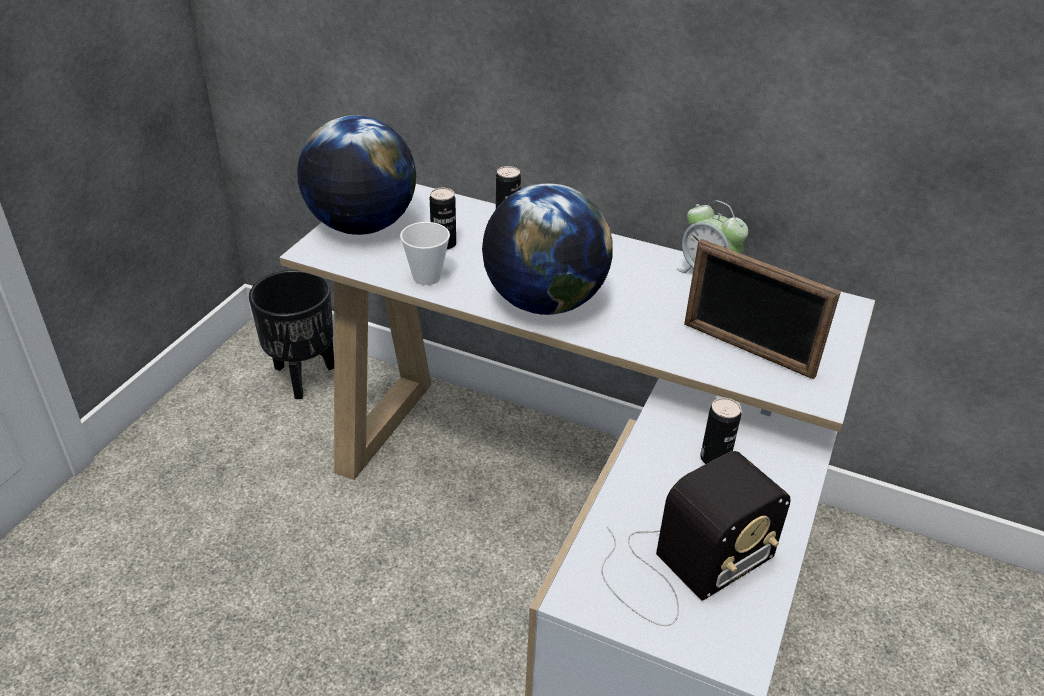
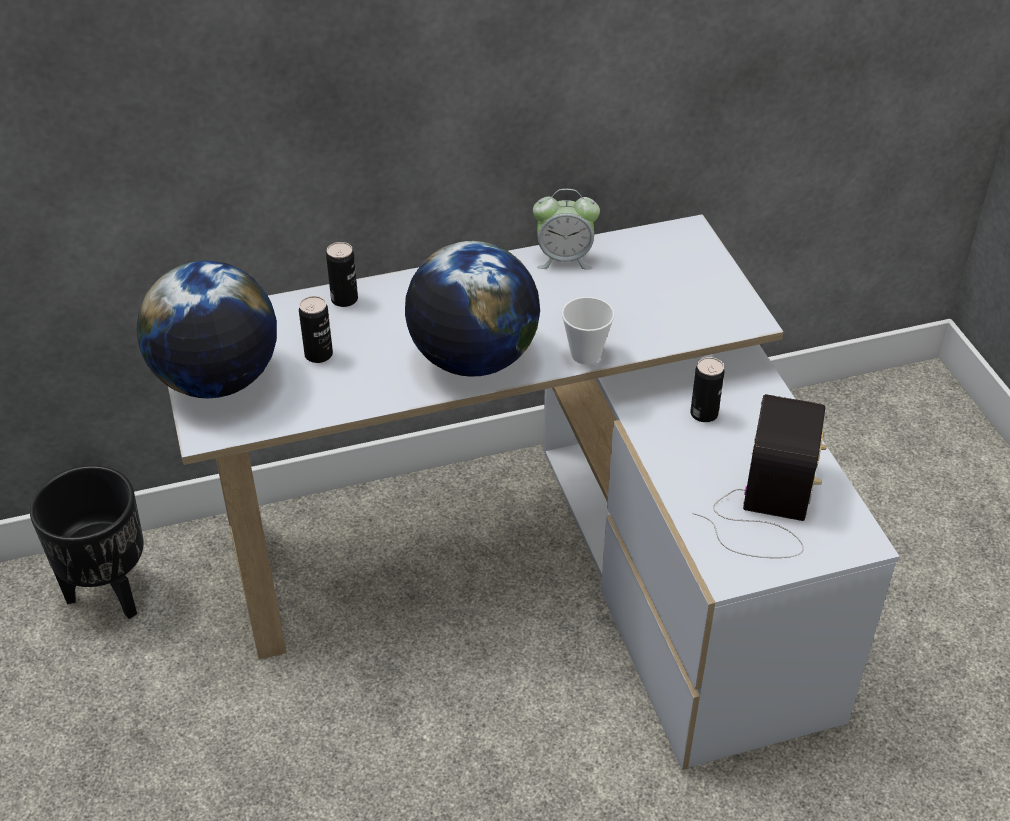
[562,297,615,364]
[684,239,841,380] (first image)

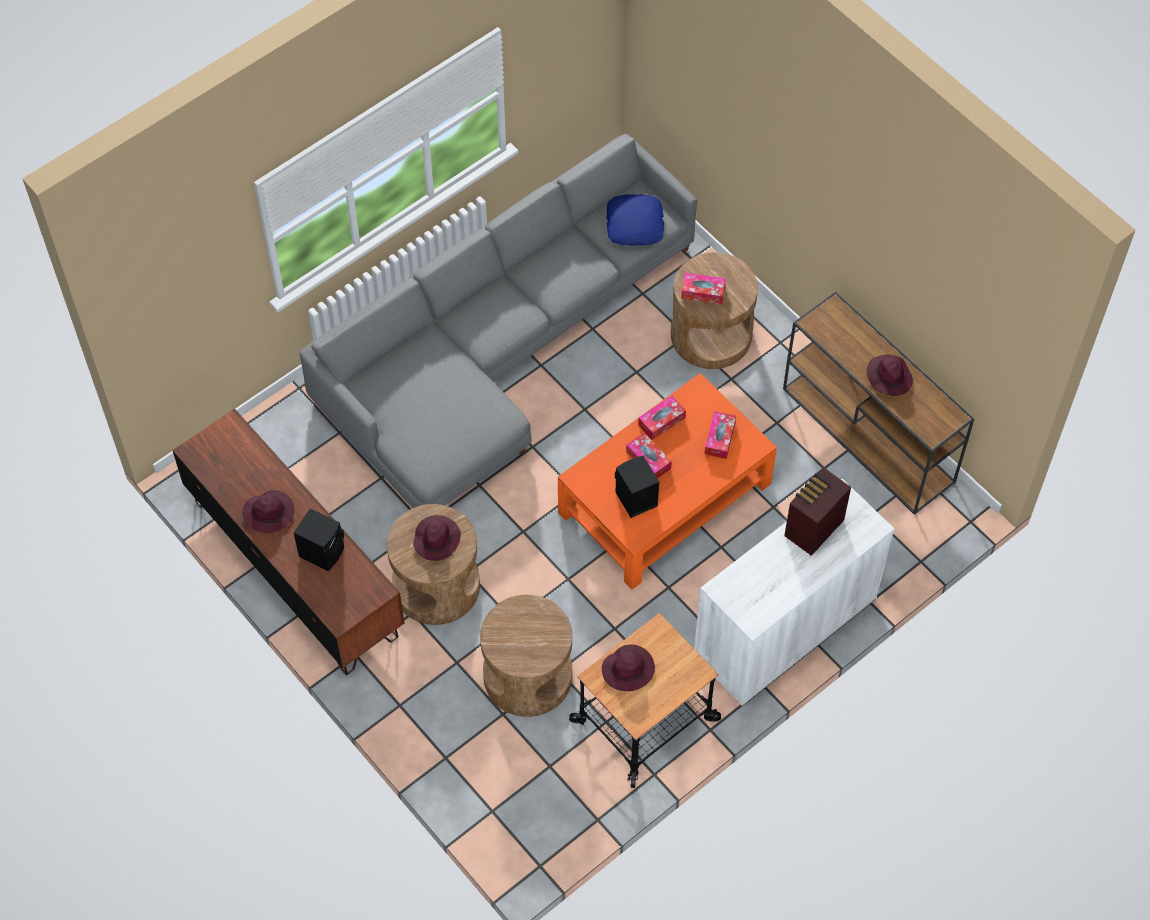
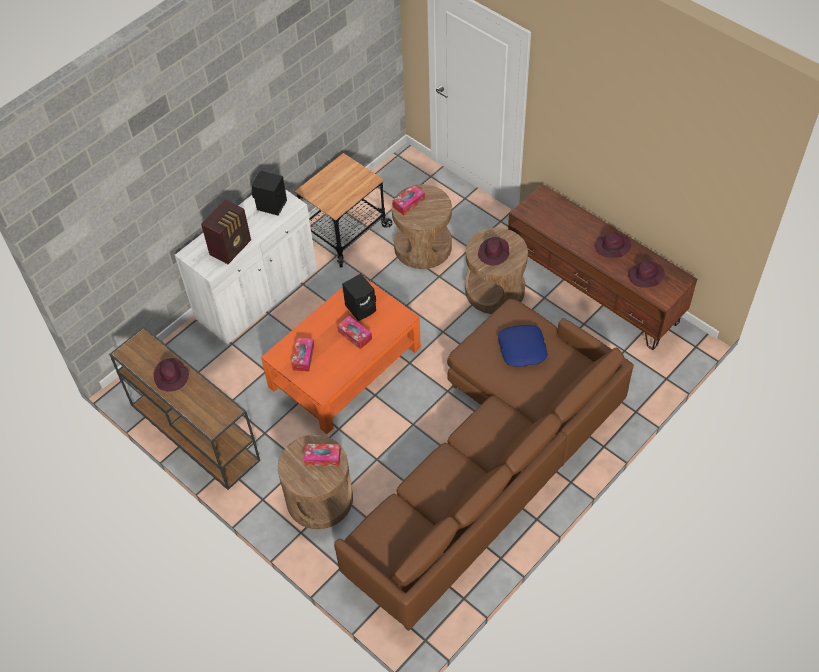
[252,171,287,216]
[334,299,634,631]
[628,261,665,288]
[498,324,548,367]
[393,185,425,215]

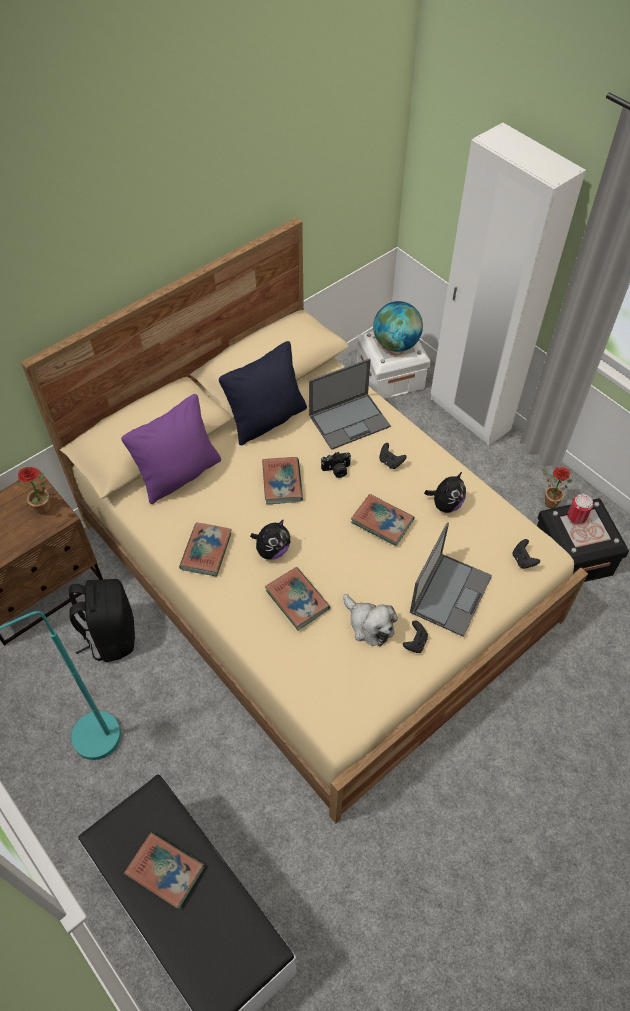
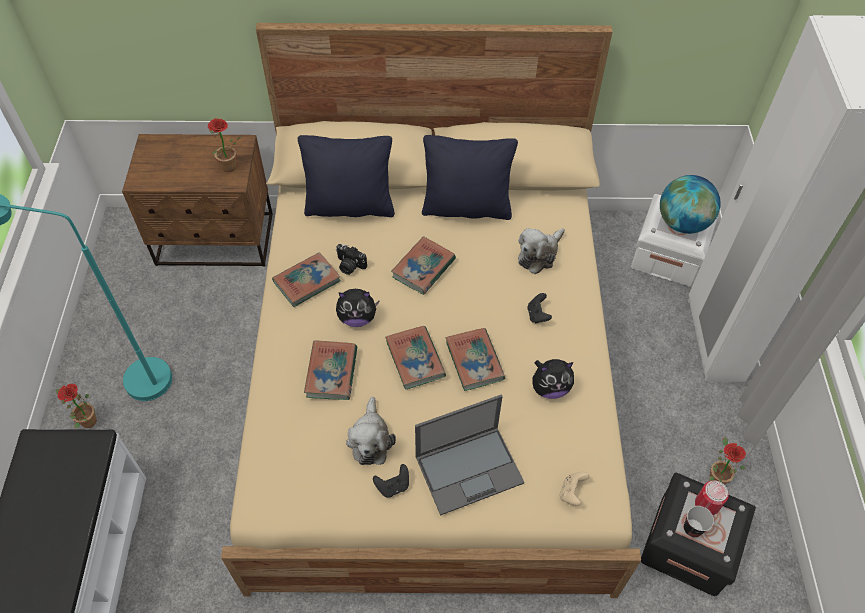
[69,579,135,662] (first image)
[298,135,395,217]
[385,326,446,390]
[518,228,565,274]
[336,244,367,275]
[560,472,589,506]
[56,384,97,428]
[684,506,714,537]

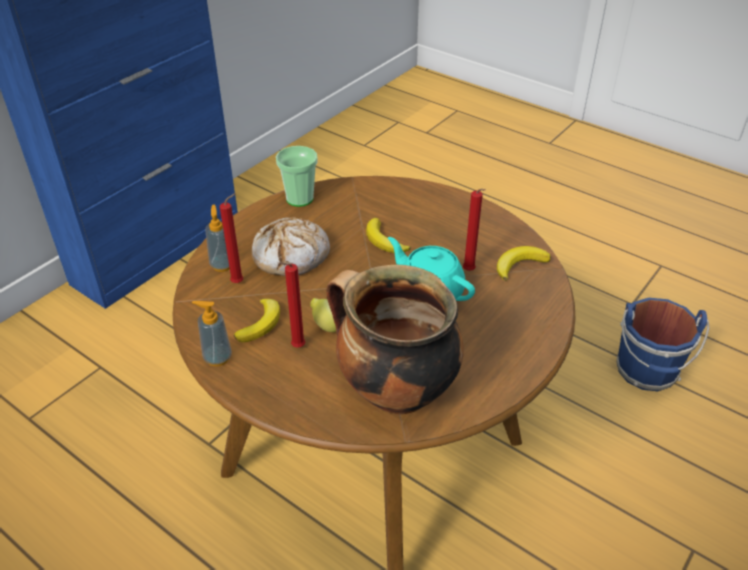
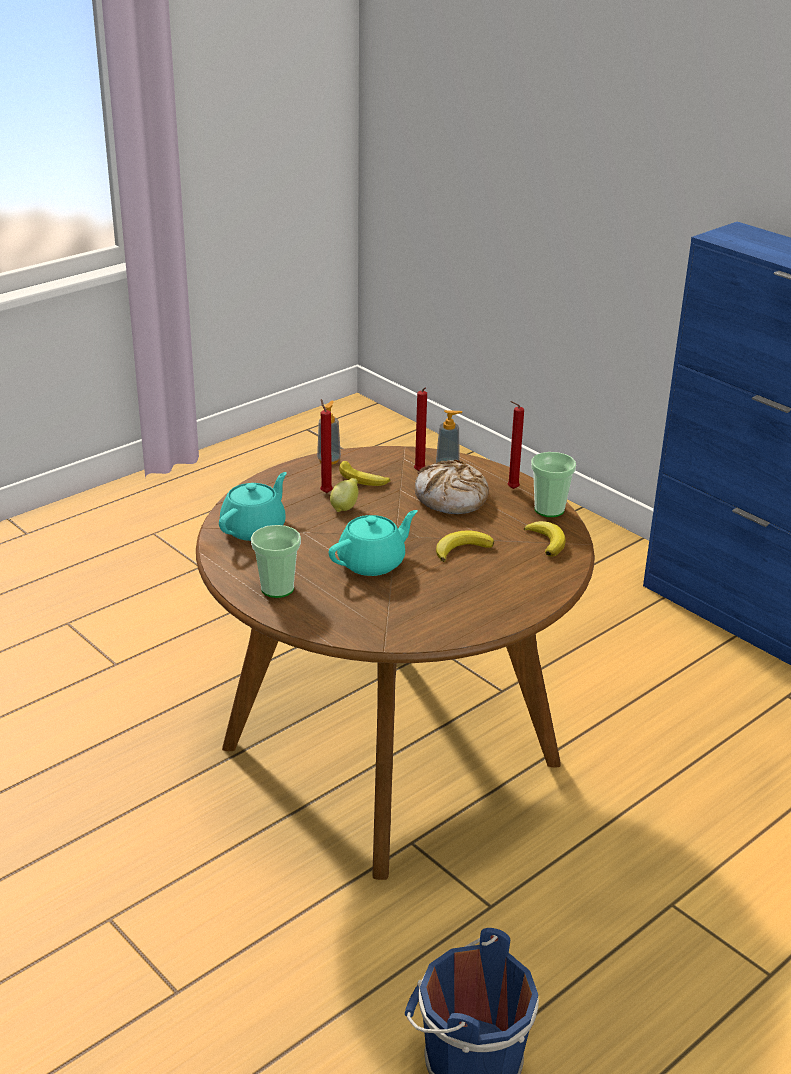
[219,472,287,541]
[507,401,524,489]
[524,521,566,556]
[251,525,301,598]

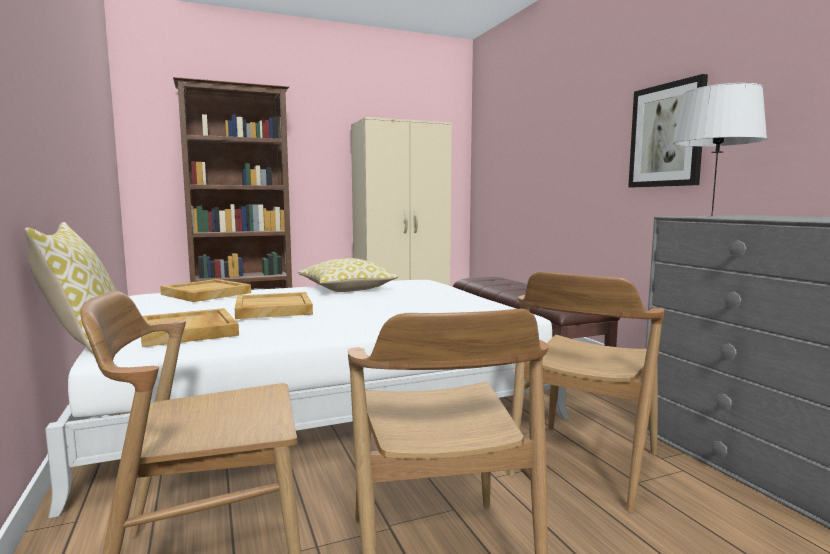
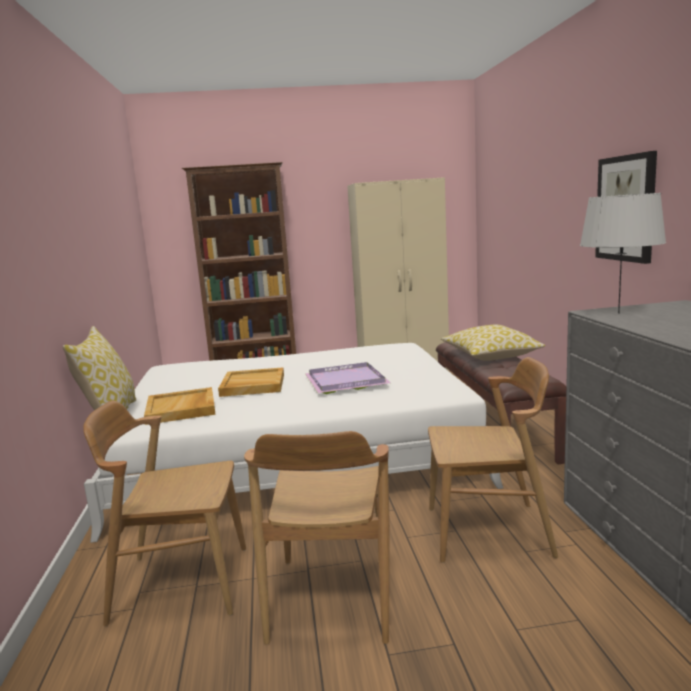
[160,279,251,302] (first image)
[441,325,545,361]
[428,357,558,563]
[305,362,391,394]

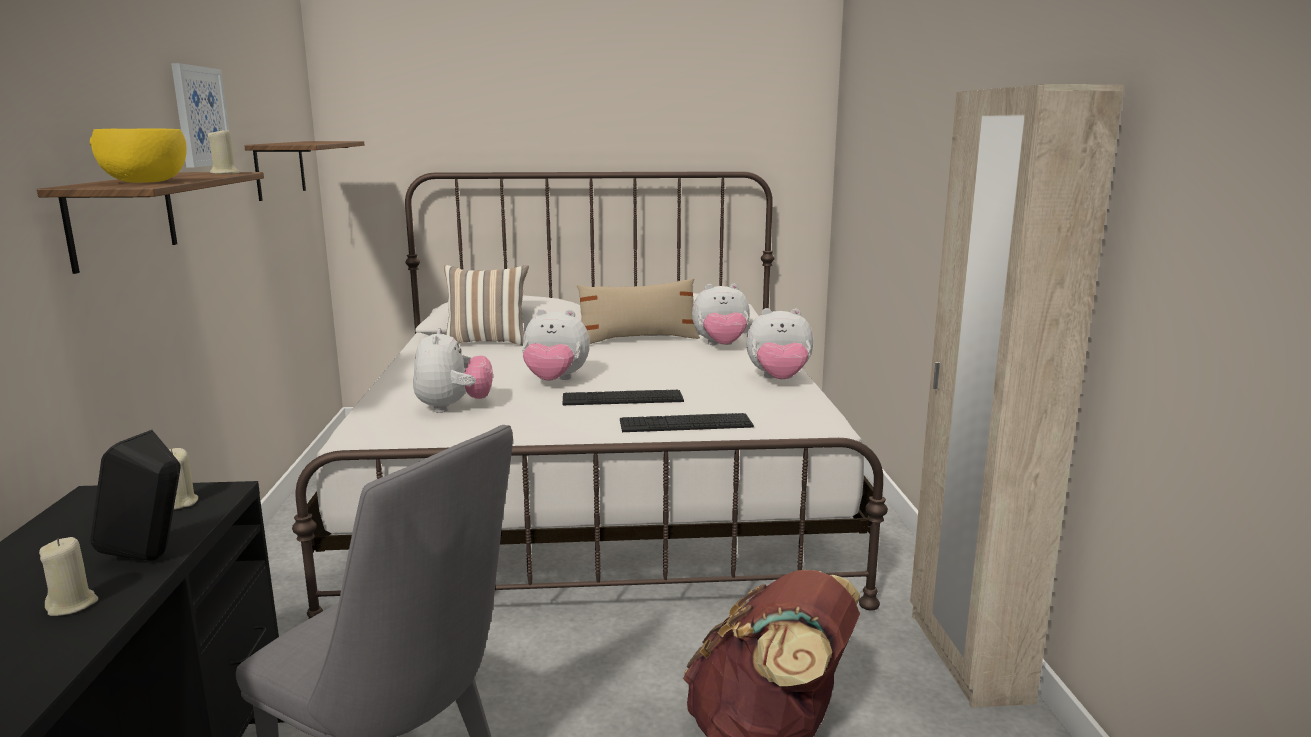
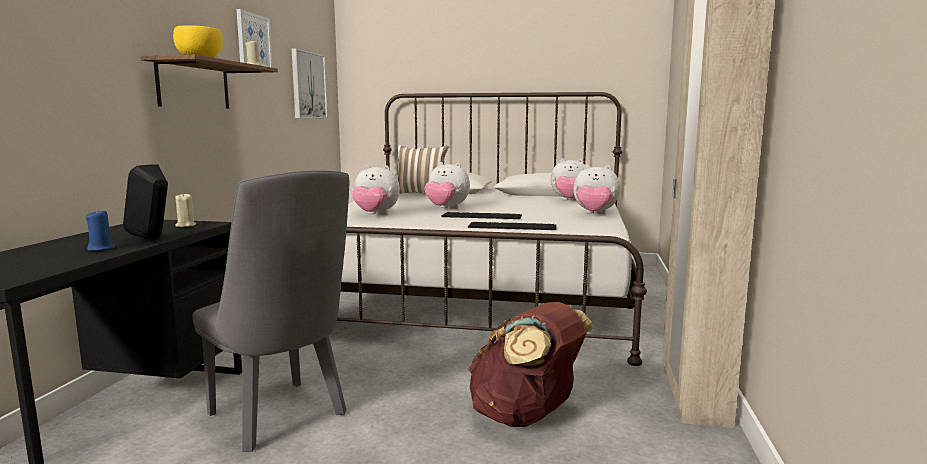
[86,209,115,251]
[292,48,328,118]
[352,165,400,215]
[577,278,700,344] (first image)

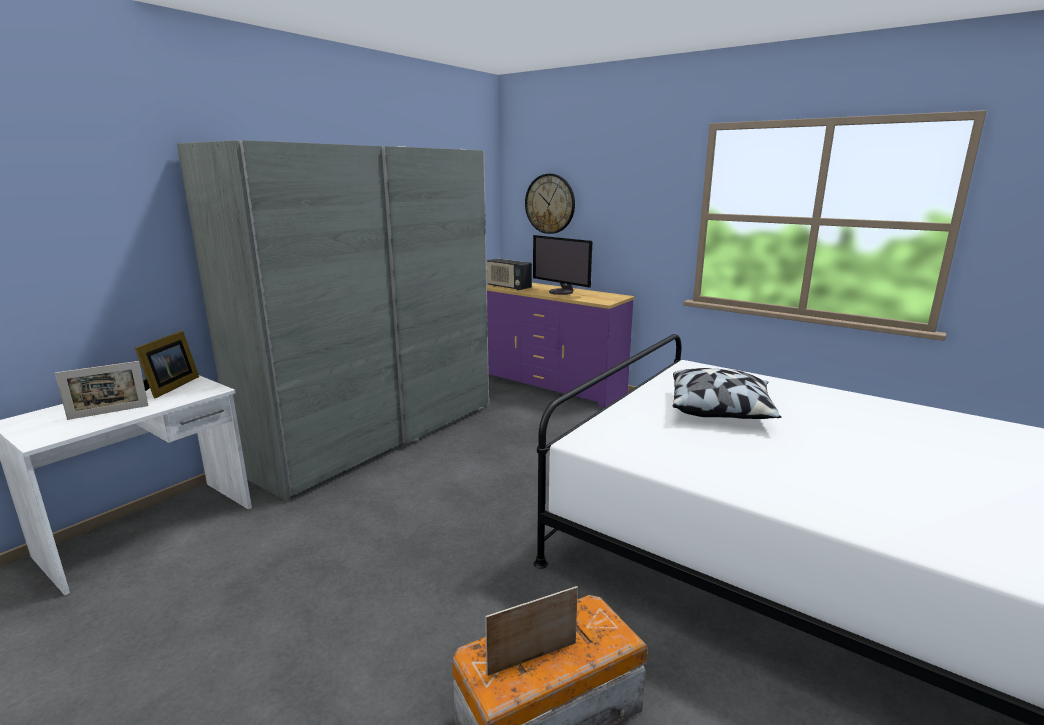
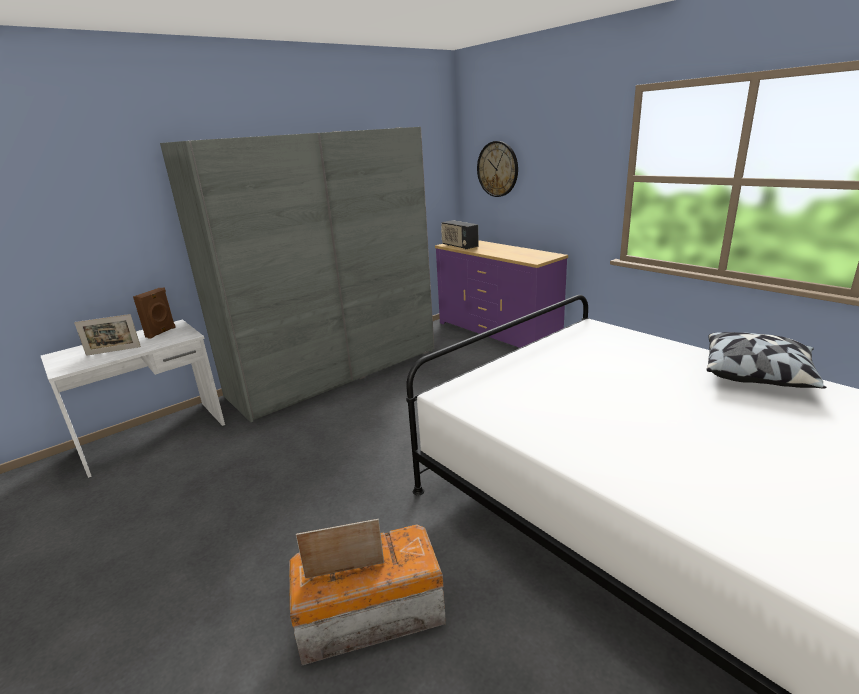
[133,287,176,339]
[533,235,593,295] (first image)
[706,332,827,389]

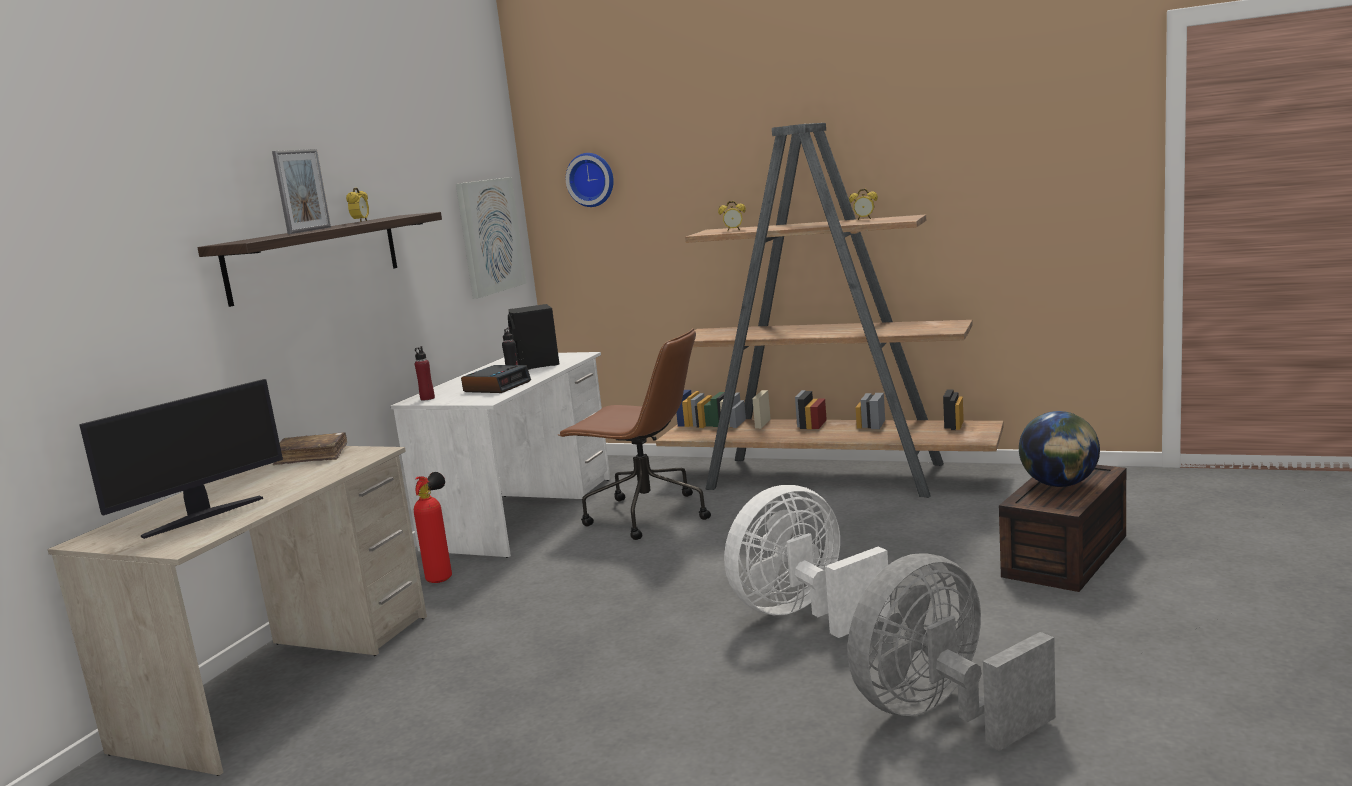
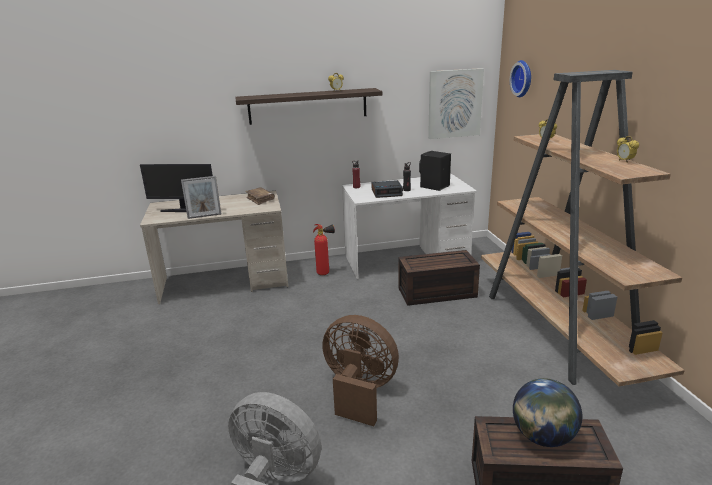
[181,176,221,219]
[398,250,480,306]
[322,315,399,426]

